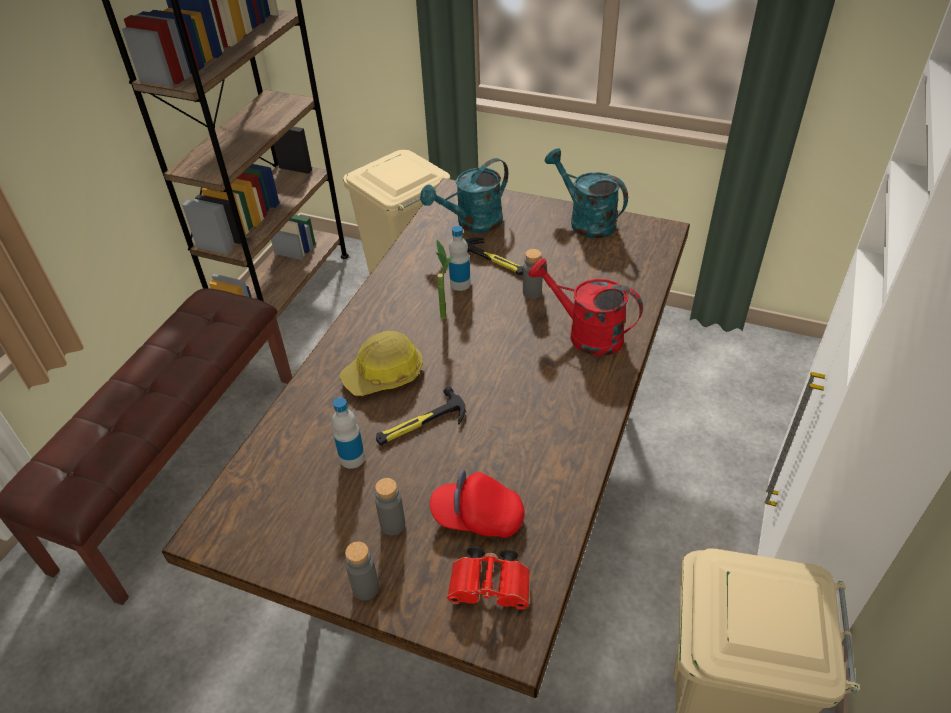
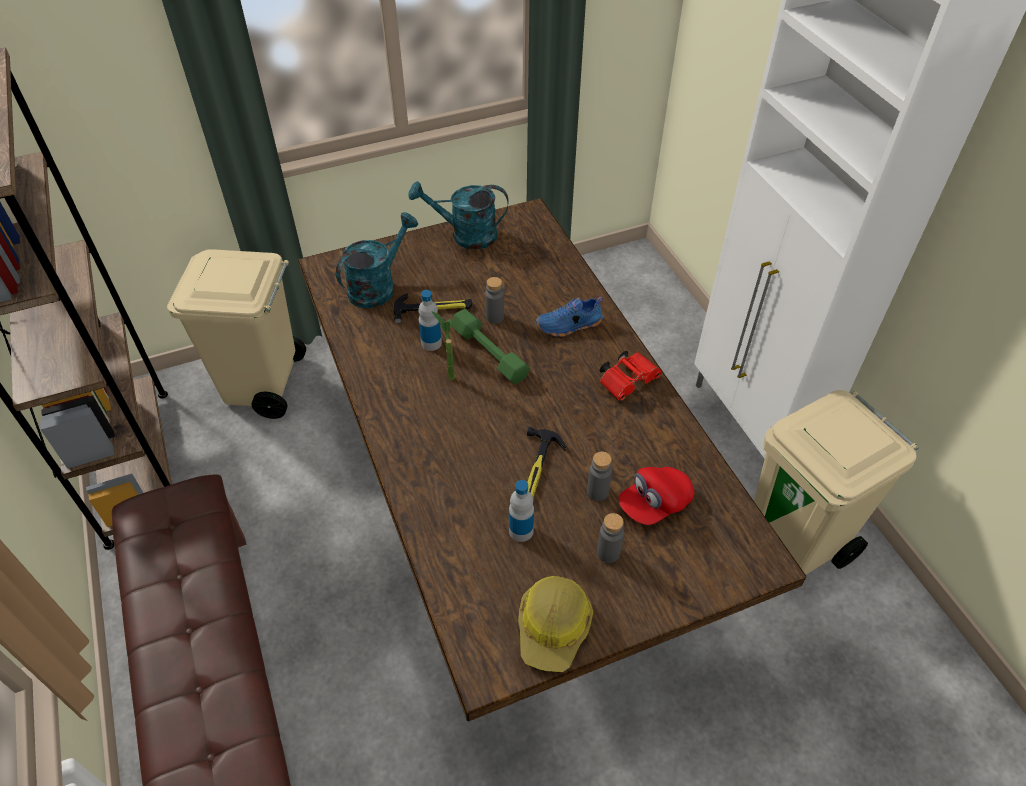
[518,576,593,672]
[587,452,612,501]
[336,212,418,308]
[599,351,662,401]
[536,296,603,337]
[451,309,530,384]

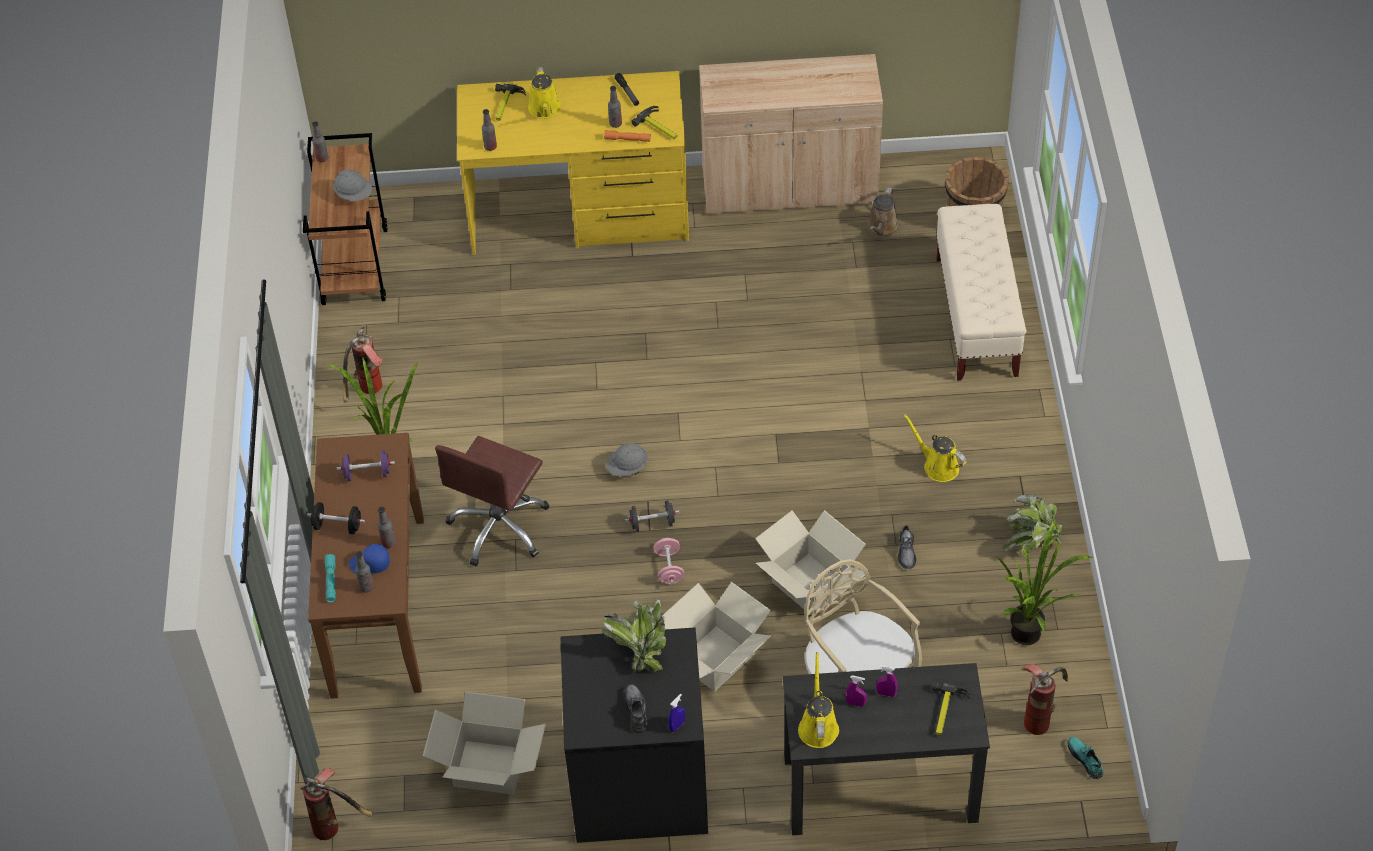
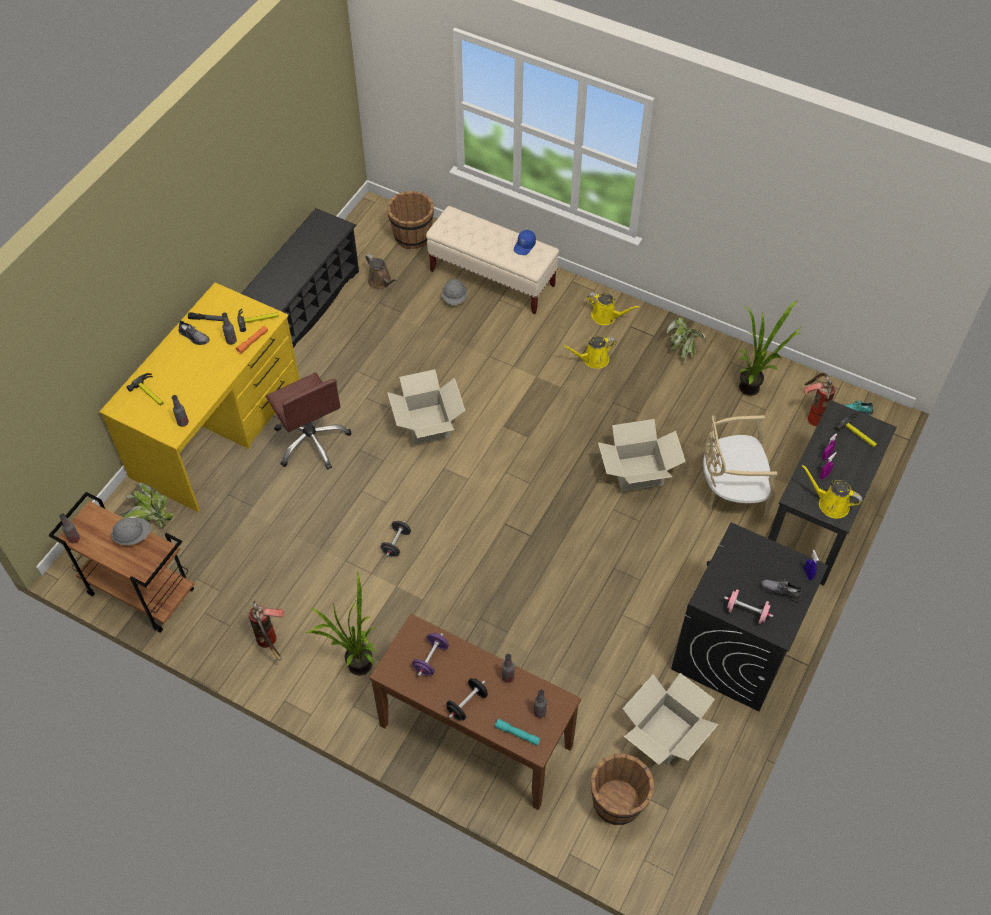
[300,768,373,840] (first image)
[514,230,536,255]
[266,373,352,470]
[587,293,640,325]
[118,483,174,528]
[442,279,467,305]
[380,521,411,557]
[724,590,773,624]
[387,369,465,445]
[241,208,359,348]
[179,320,209,345]
[591,754,654,825]

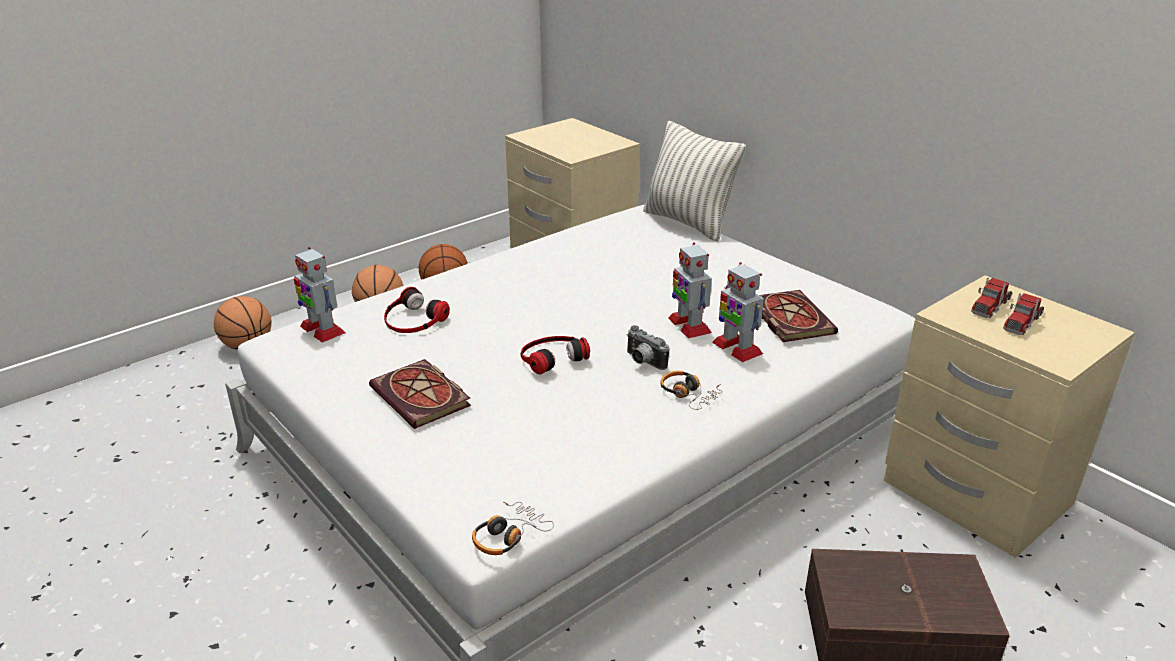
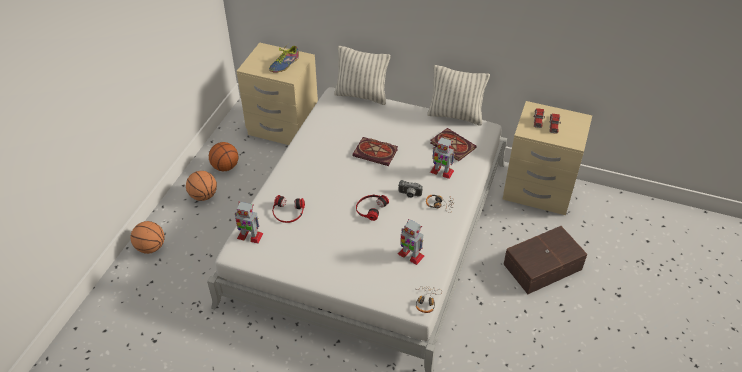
[352,137,398,166]
[398,219,424,265]
[269,44,299,73]
[427,65,490,126]

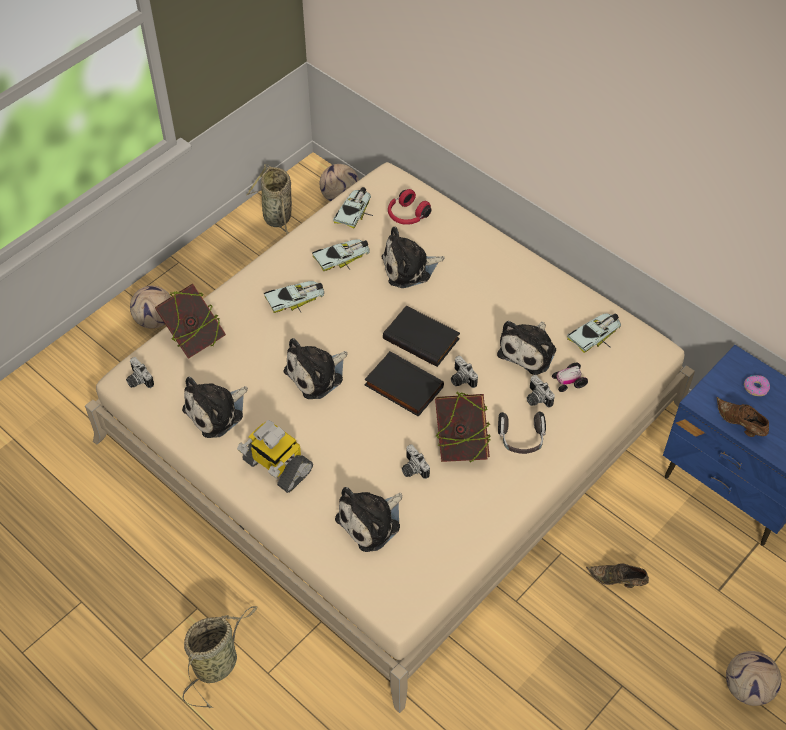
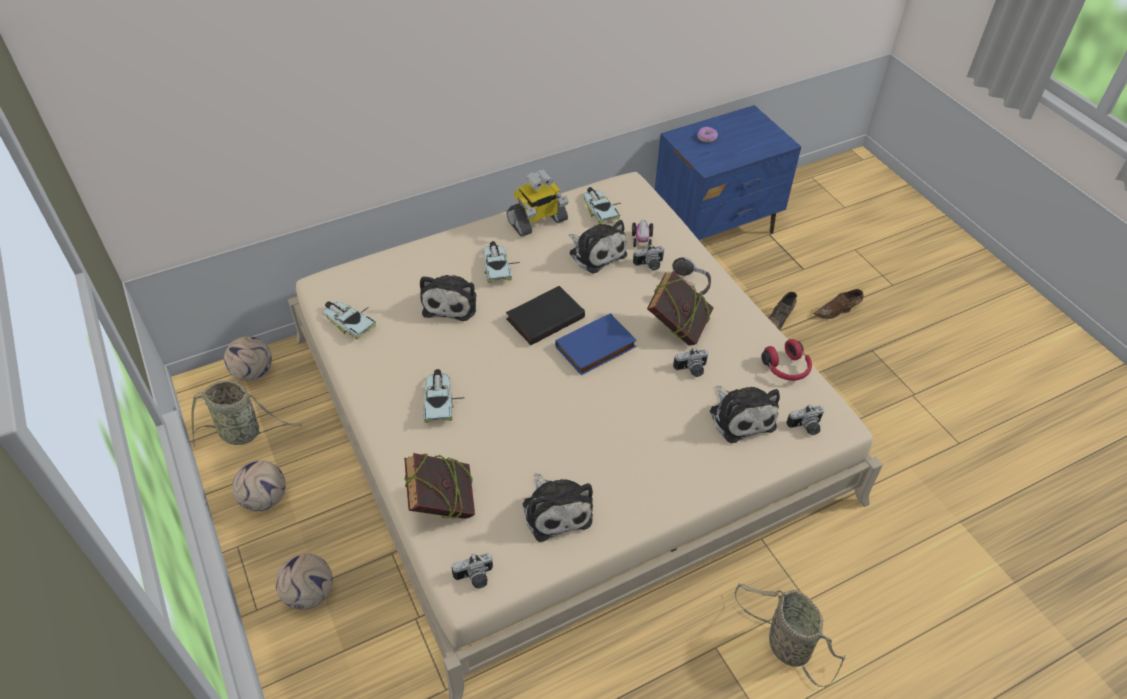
[506,170,569,237]
[284,338,347,399] (first image)
[483,241,520,283]
[555,313,637,375]
[761,339,812,381]
[786,404,824,435]
[813,289,864,319]
[232,460,286,512]

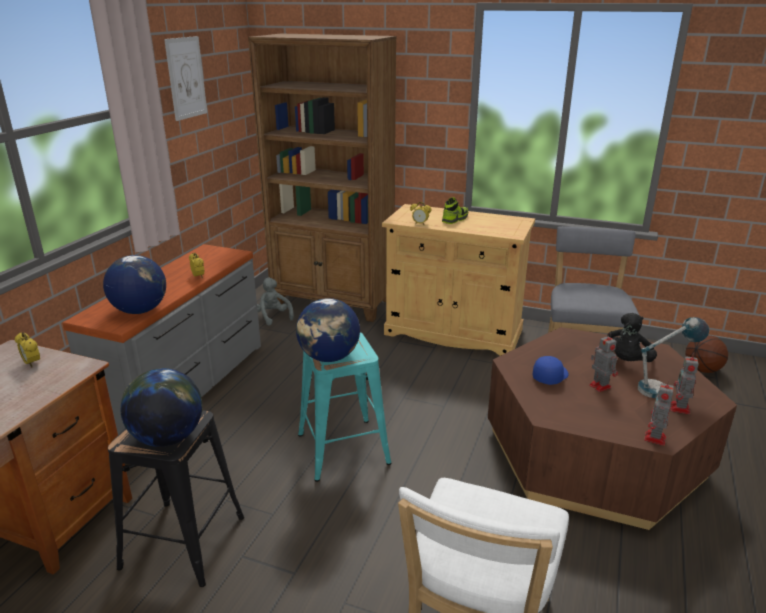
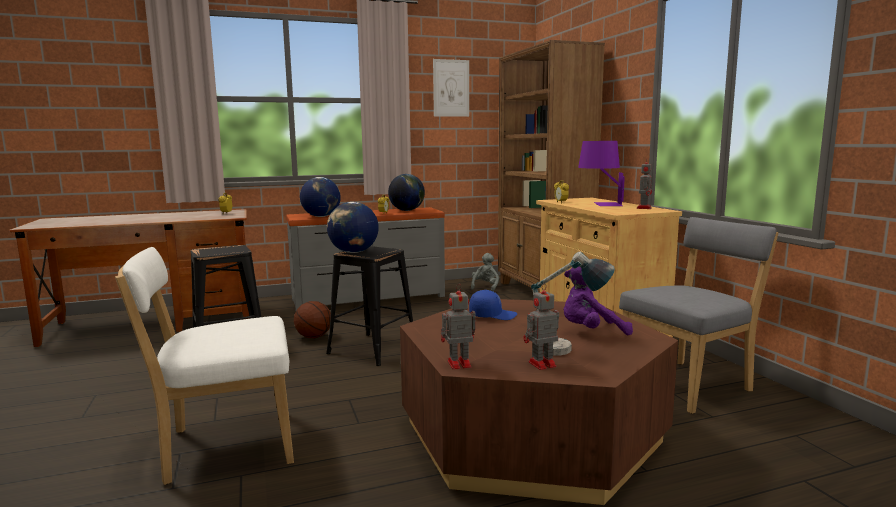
[388,174,425,211]
[326,246,413,366]
[578,141,625,206]
[636,160,652,209]
[563,266,633,335]
[294,301,331,338]

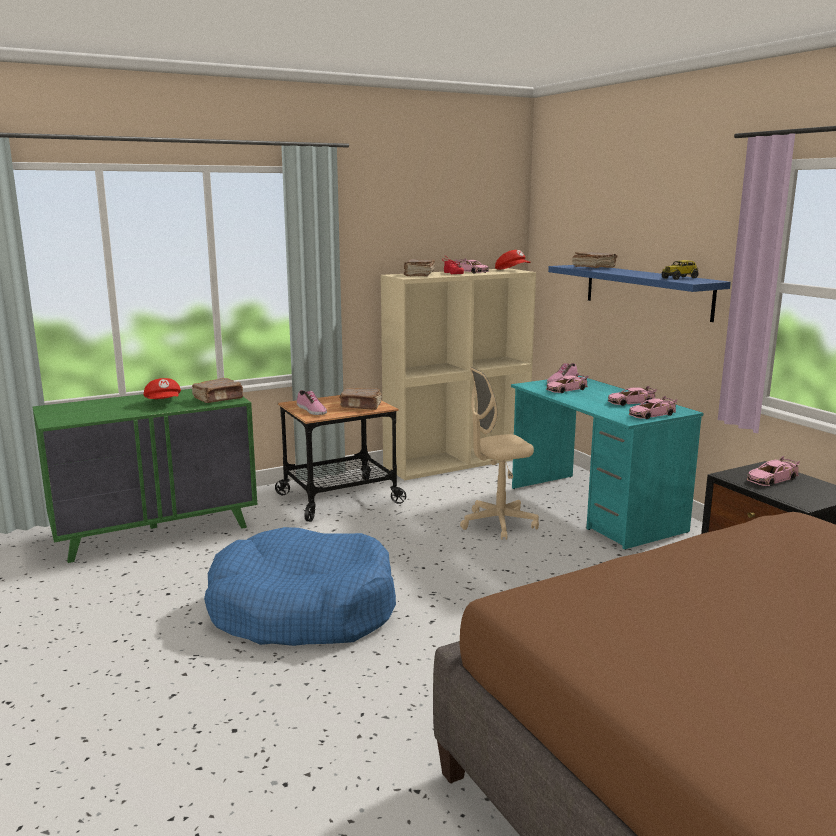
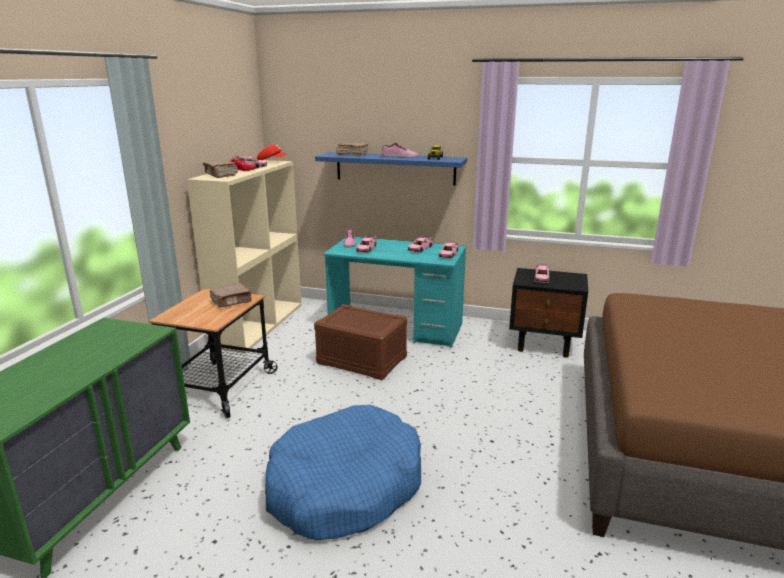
[144,378,181,399] (first image)
[192,378,243,403] (first image)
[382,143,418,158]
[314,304,407,380]

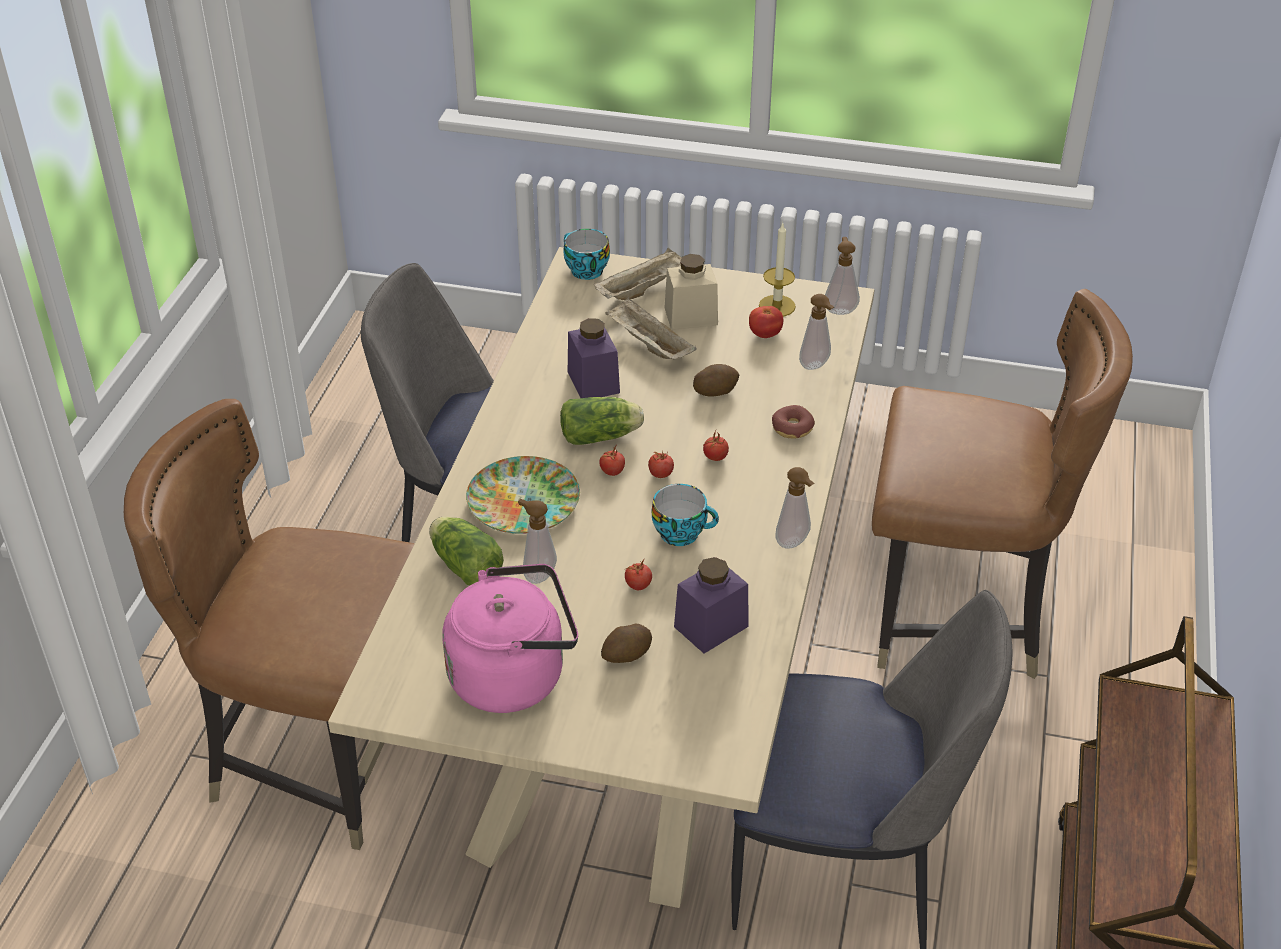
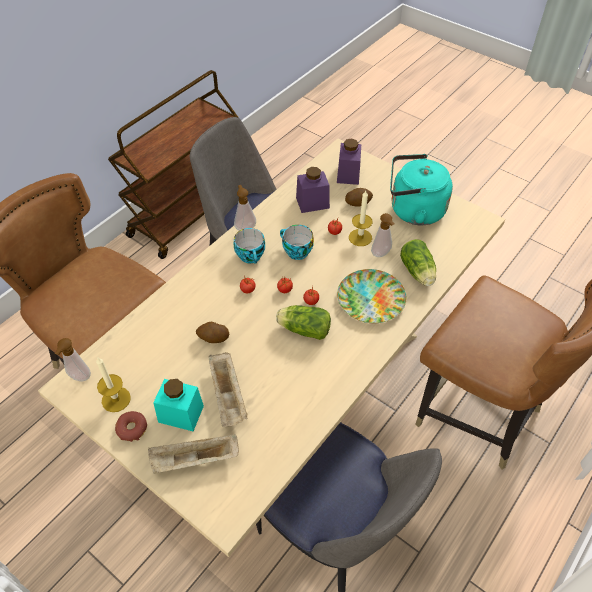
[390,154,453,225]
[234,228,265,264]
[337,138,361,185]
[153,379,204,431]
[749,306,783,338] (first image)
[115,411,147,442]
[799,294,834,370] (first image)
[349,191,373,246]

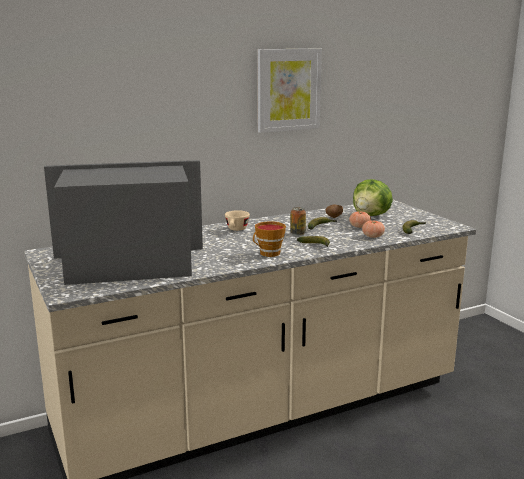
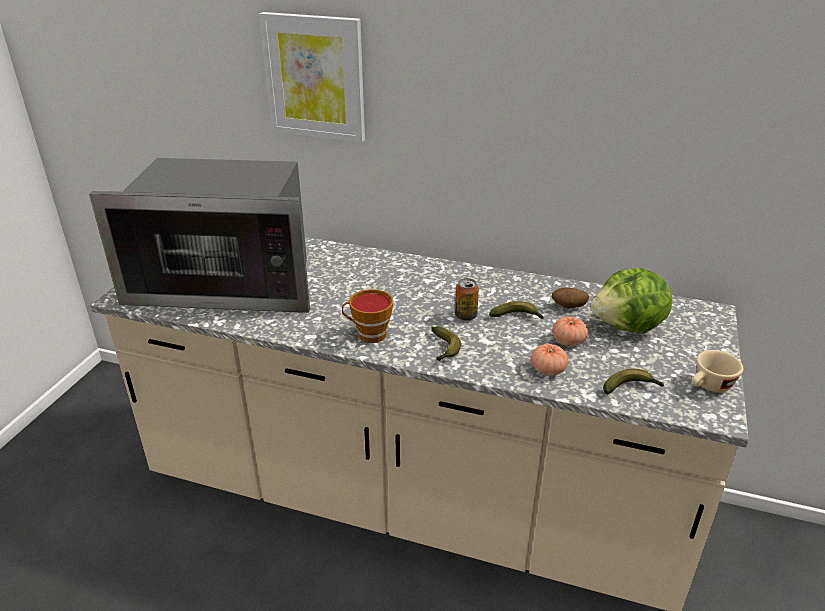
[89,158,310,313]
[692,350,743,392]
[259,12,365,142]

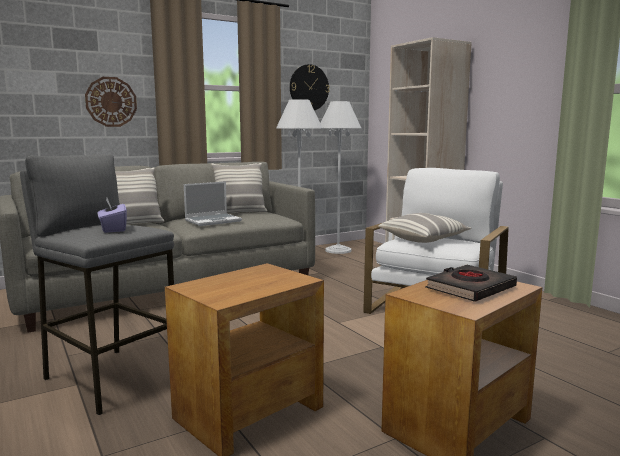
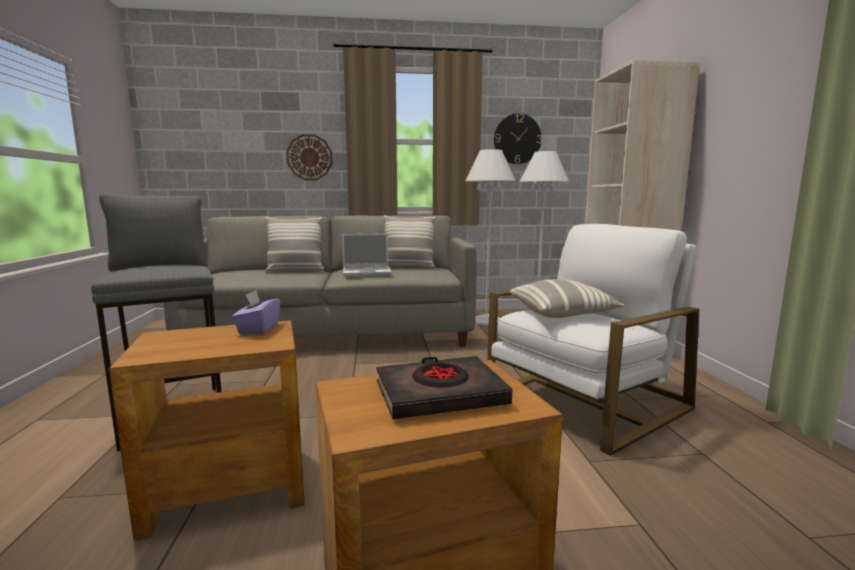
[232,290,280,335]

